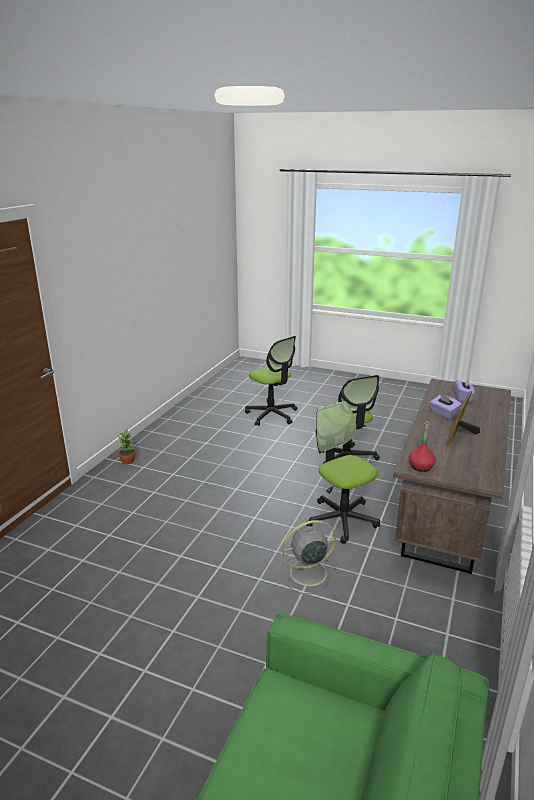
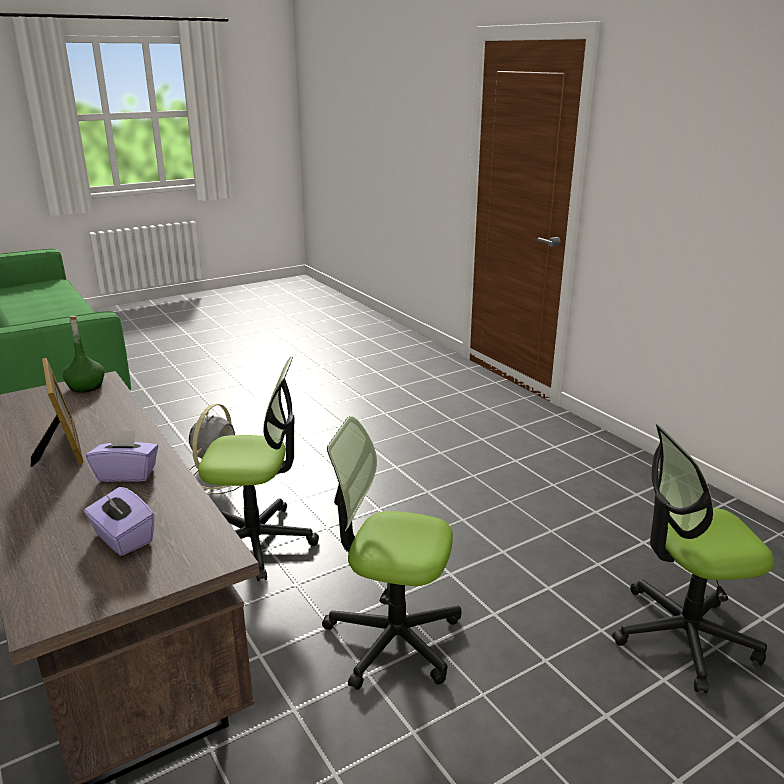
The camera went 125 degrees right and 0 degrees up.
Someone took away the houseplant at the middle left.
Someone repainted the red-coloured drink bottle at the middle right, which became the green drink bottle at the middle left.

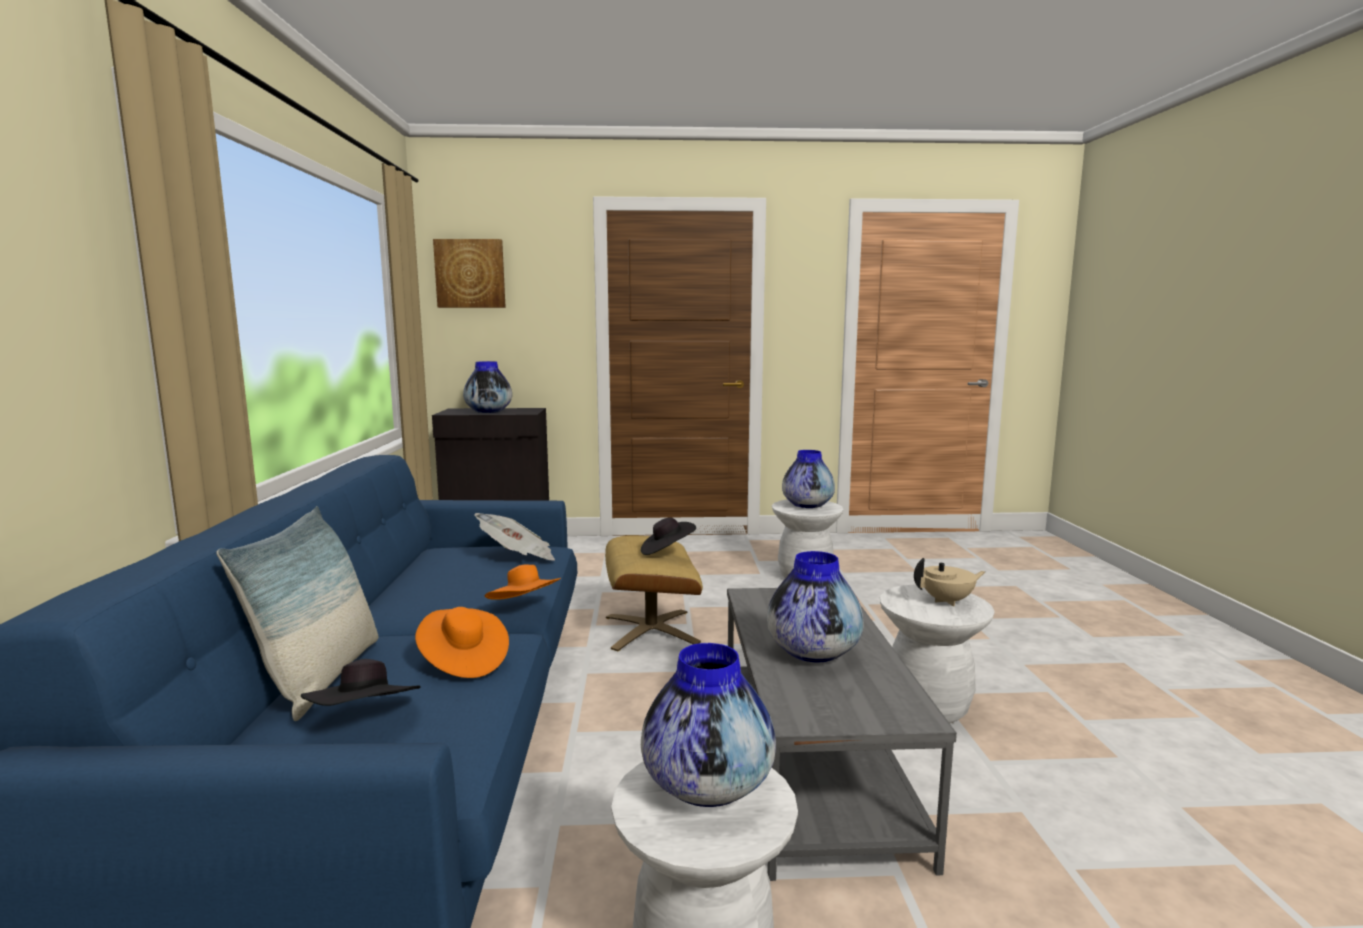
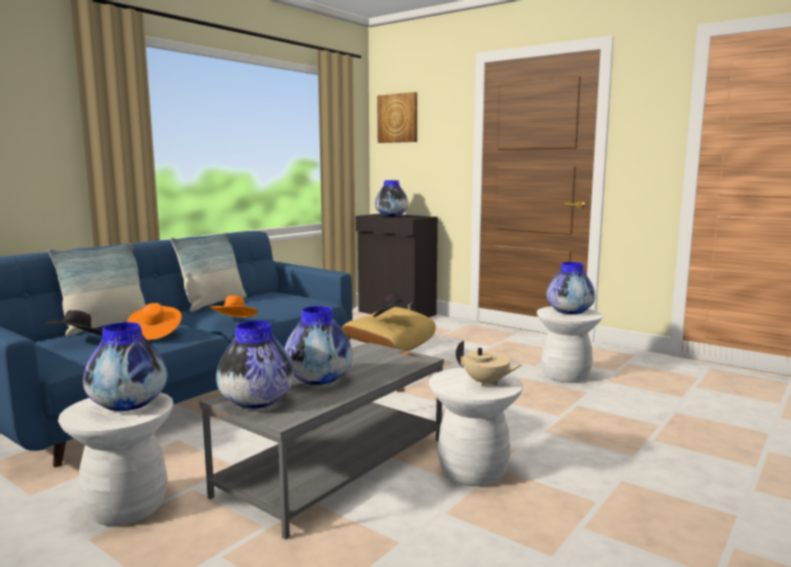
The camera went 40 degrees right and 0 degrees up.
Someone took away the printed paper at the centre.
Someone put down the pillow (2nd from left) at the middle left.
Someone put down the decorative vase (2nd from left) at the middle left.

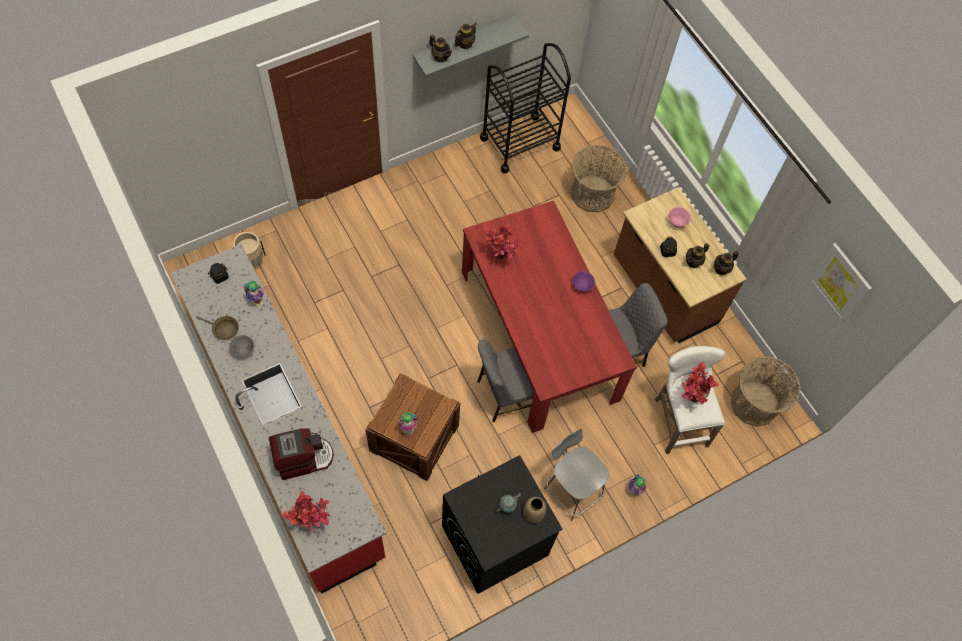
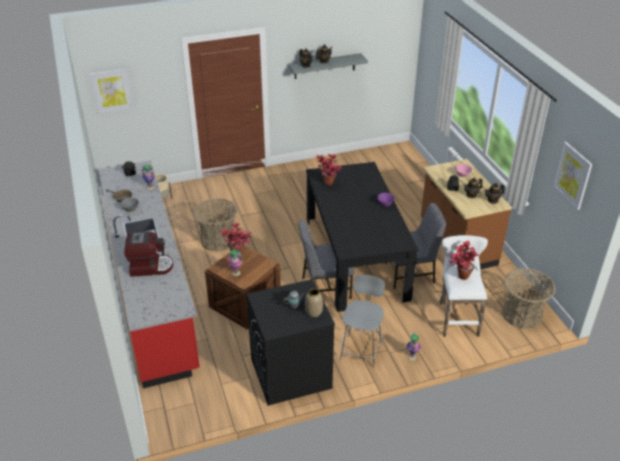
The camera went 15 degrees right and 25 degrees down.
Someone took away the blackish wheeled cart at the top centre.
Someone put up the wall picture (1st from left) at the top left.
Someone carried the houseplant (1st from left) from the bottom left to the centre.
Someone carried the household basket (1st from left) from the top centre to the centre.
Someone repainted the red-coloured dinner table at the centre, which became the blackish dinner table at the centre.
Someone rotated the gray plain chair (2nd from left) at the bottom centre by 45 degrees clockwise.

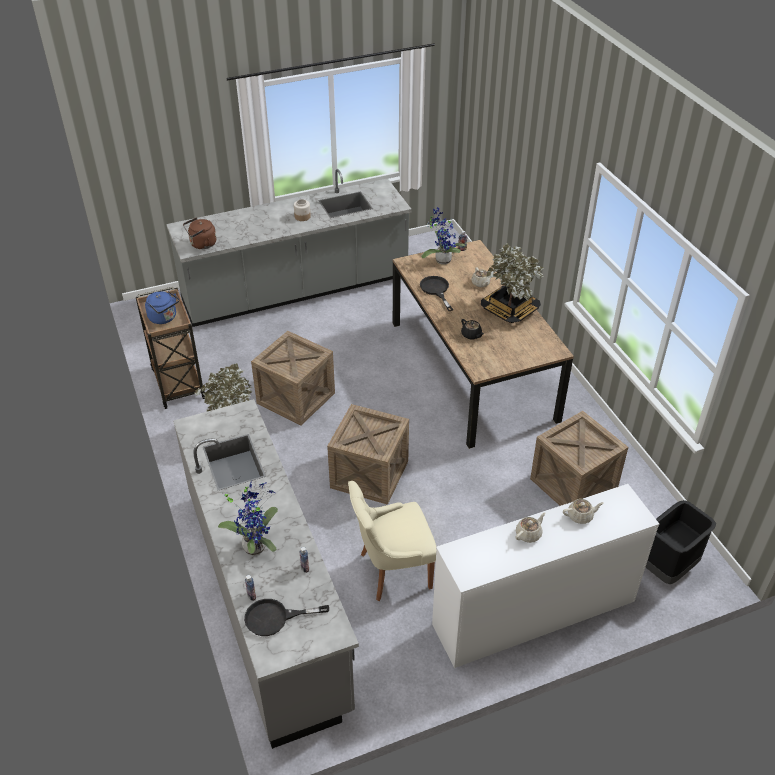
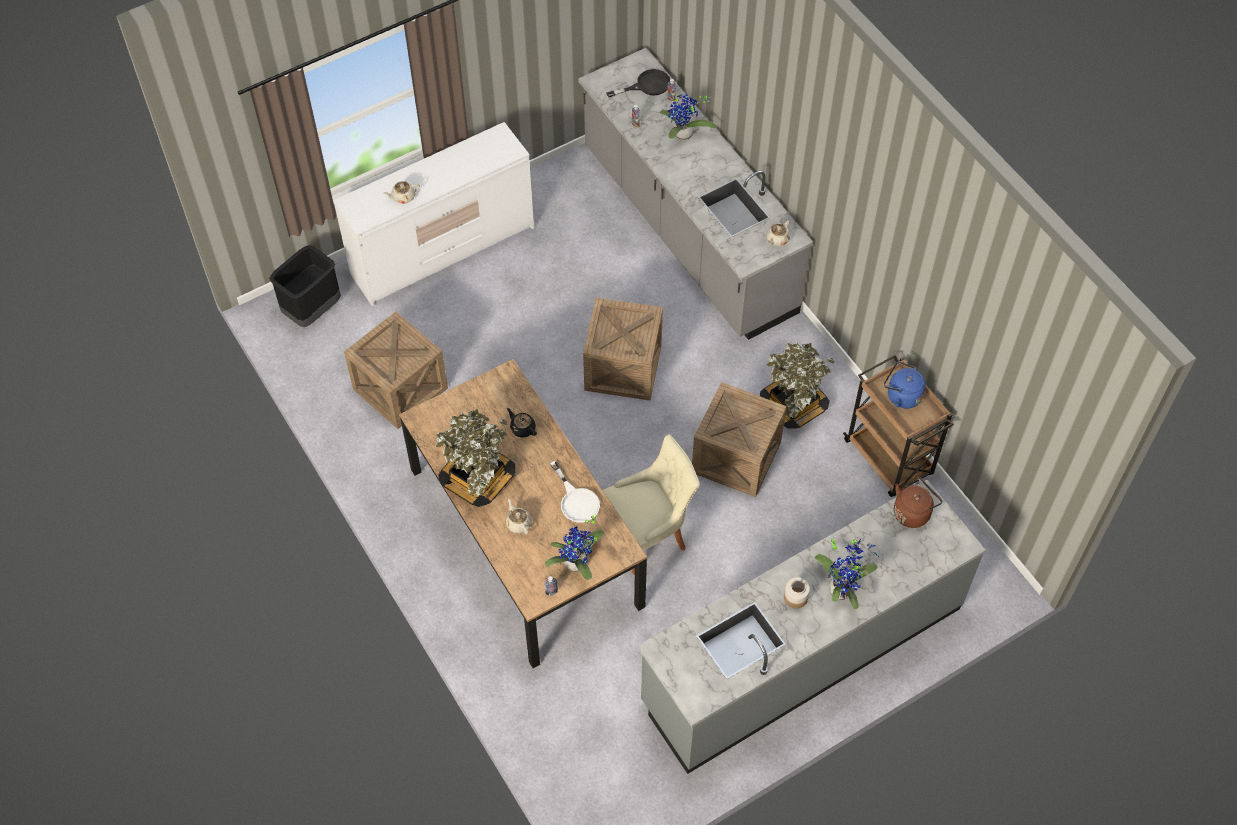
The camera went 170 degrees right and 15 degrees up.
Someone put down the houseplant (5th from left) at the bottom right.
Someone carried the sand-coloured plain chair from the bottom centre to the centre.
Someone carried the sand-coloured pot for tea (2nd from left in the first image) from the bottom right to the top centre.
Someone repainted the blackish pan (2nd from left) at the centre, which became the white pan at the centre.

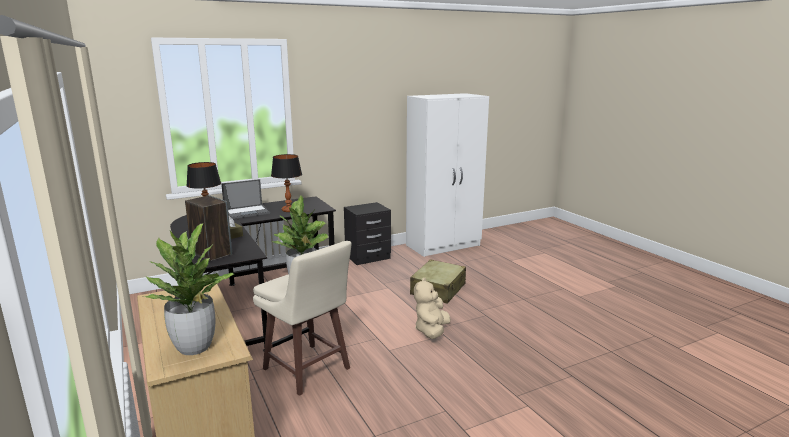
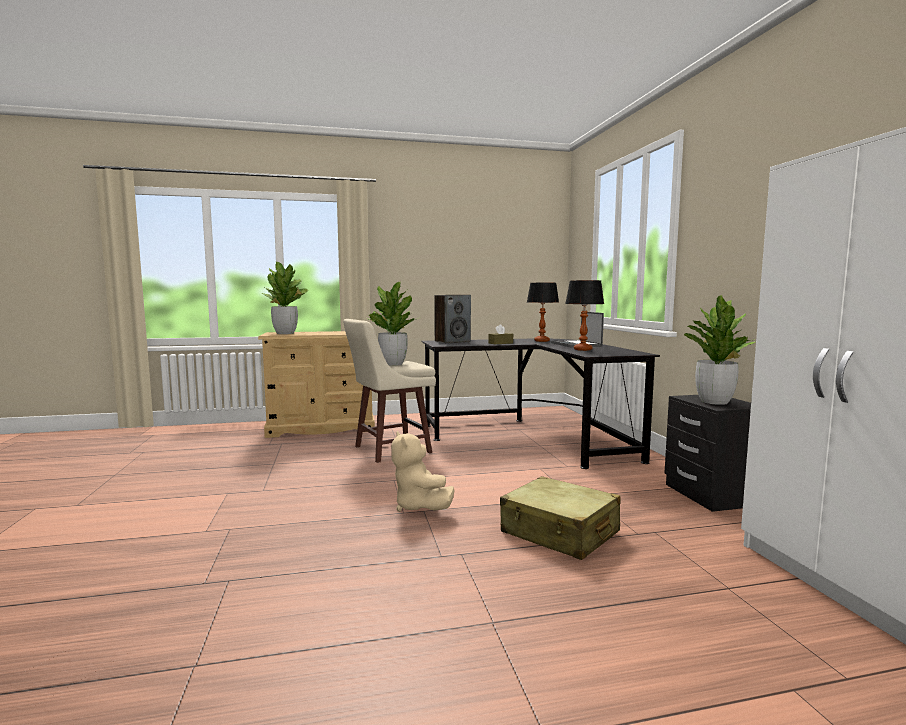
The camera went 105 degrees right and 10 degrees down.
Someone put down the houseplant (3rd from left) at the middle right.
Someone rotated the sand-coloured cuddly toy at the bottom centre by 150 degrees counterclockwise.

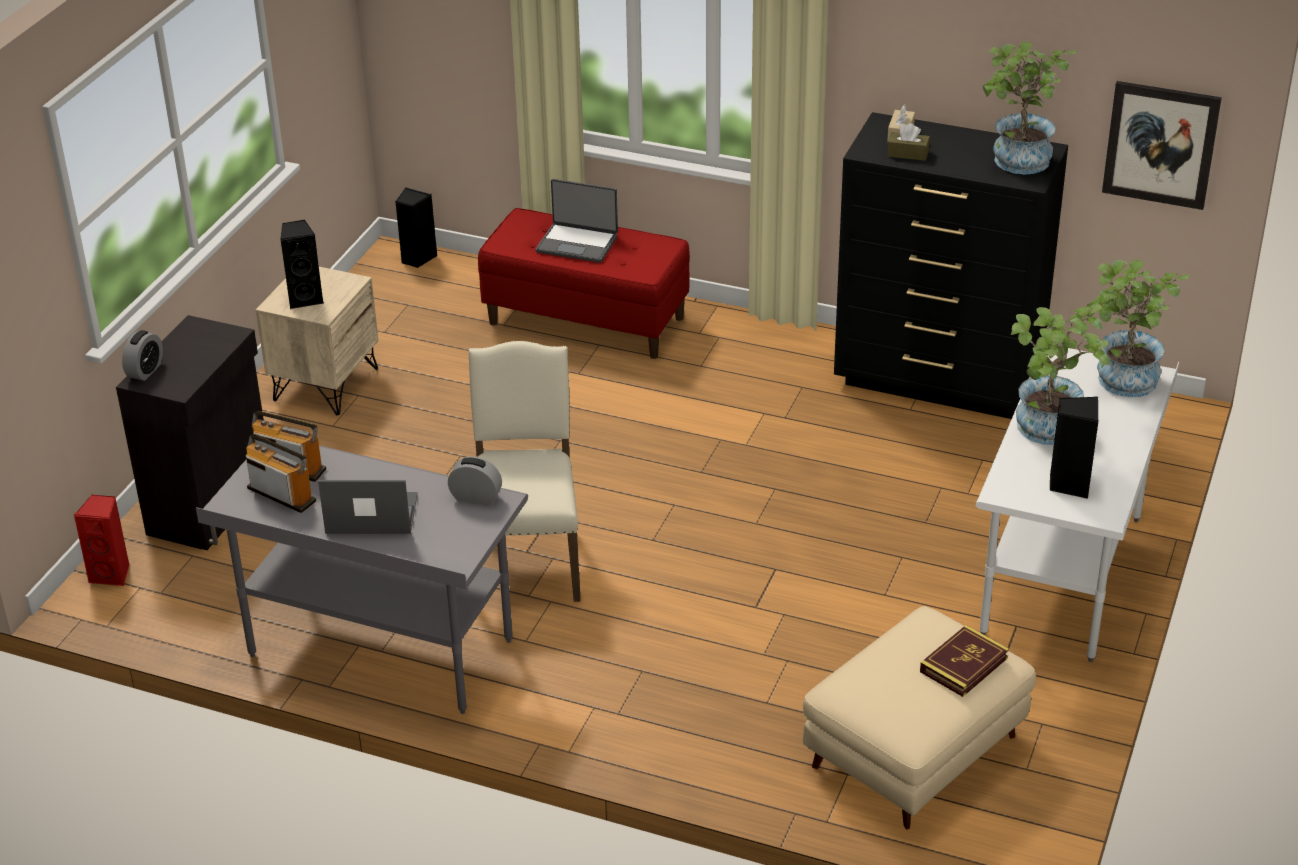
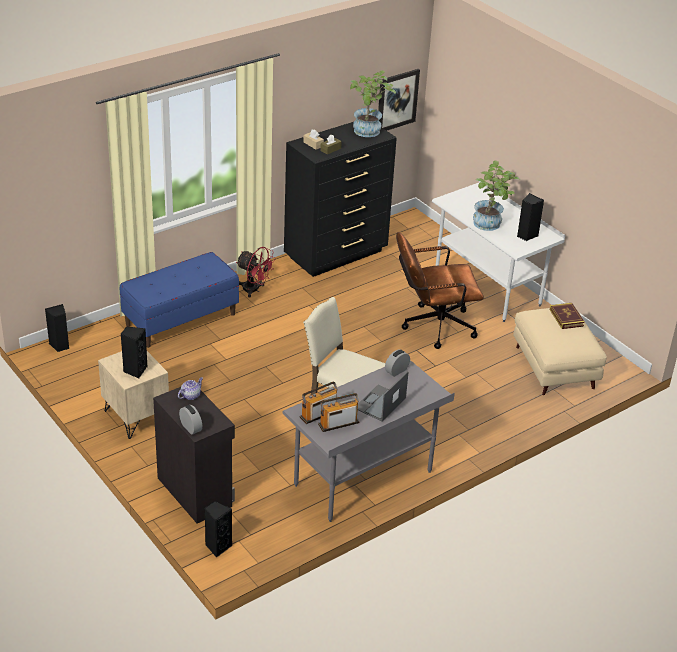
The camera went 60 degrees left and 0 degrees up.
Someone took away the laptop (2nd from left) at the top centre.
Someone took away the houseplant (3rd from left) at the middle right.
Someone put down the pot for tea at the middle left.
Someone put down the red-coloured electric fan at the centre.
Someone put down the brown-coloured office chair at the centre.
Someone repainted the red-coloured audio speaker at the middle left, which became the blackish audio speaker (3rd from left) at the bottom left.
Someone repainted the red-coloured bench at the top centre, which became the blue-coloured bench at the middle left.

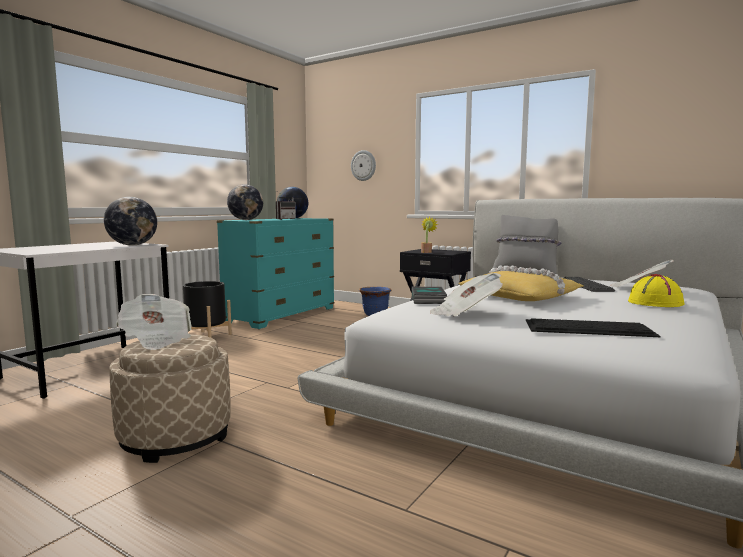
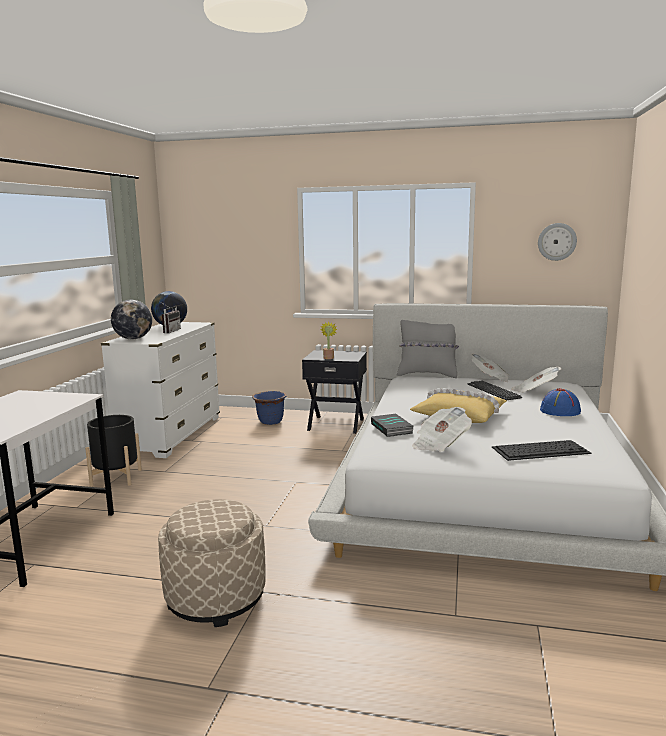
The camera went 20 degrees left and 5 degrees up.
Someone took away the desk globe (1st from left) at the middle left.
Someone carried the printed paper (1st from left in the first image) from the middle left to the middle right.
Someone carried the wall clock from the top centre to the top right.
Someone repainted the turquoise dresser at the centre, which became the white dresser at the middle left.
Someone repainted the yellowish hat at the middle right, which became the blue-coloured hat at the middle right.

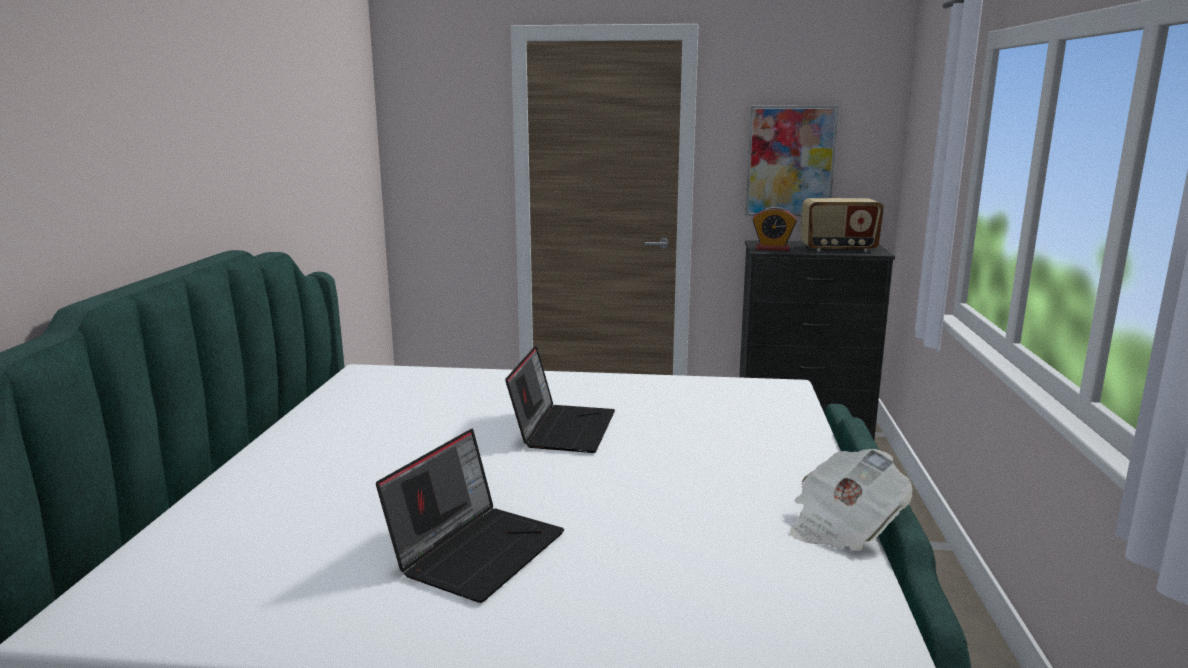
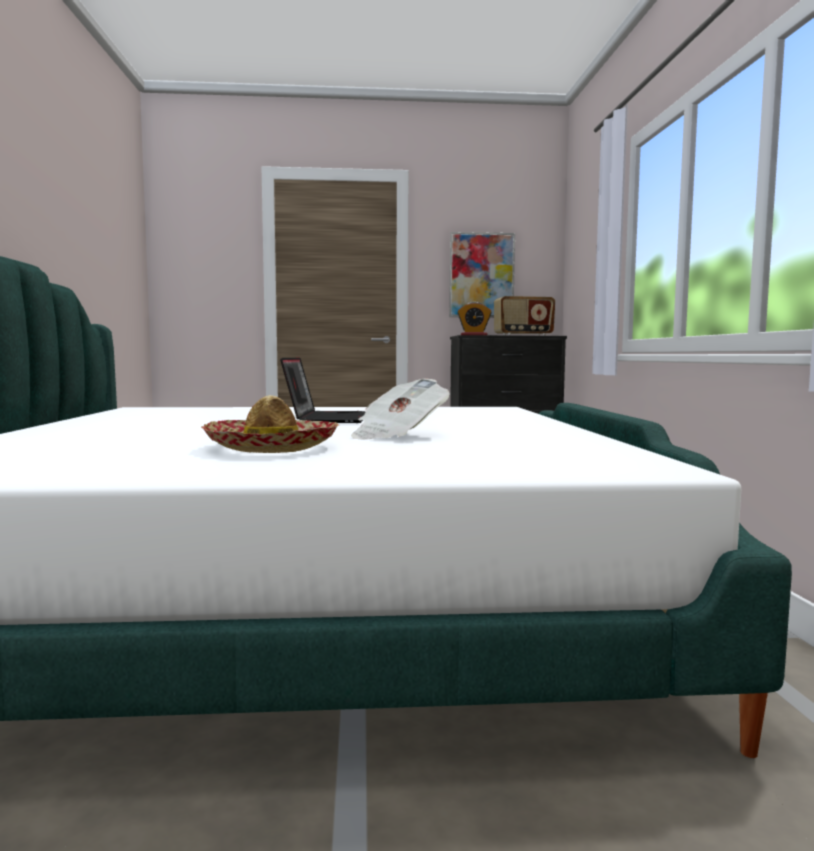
The camera went 10 degrees left and 10 degrees down.
Someone carried the printed paper from the bottom right to the centre.
Someone swapped the laptop (1st from left) at the bottom centre for the hat at the middle left.

